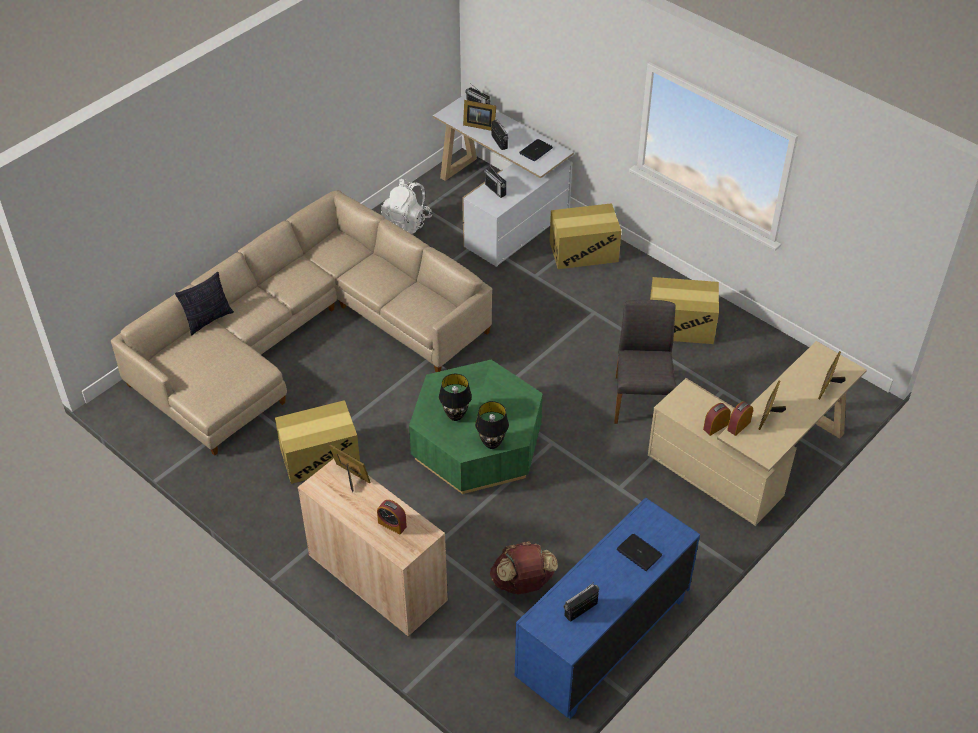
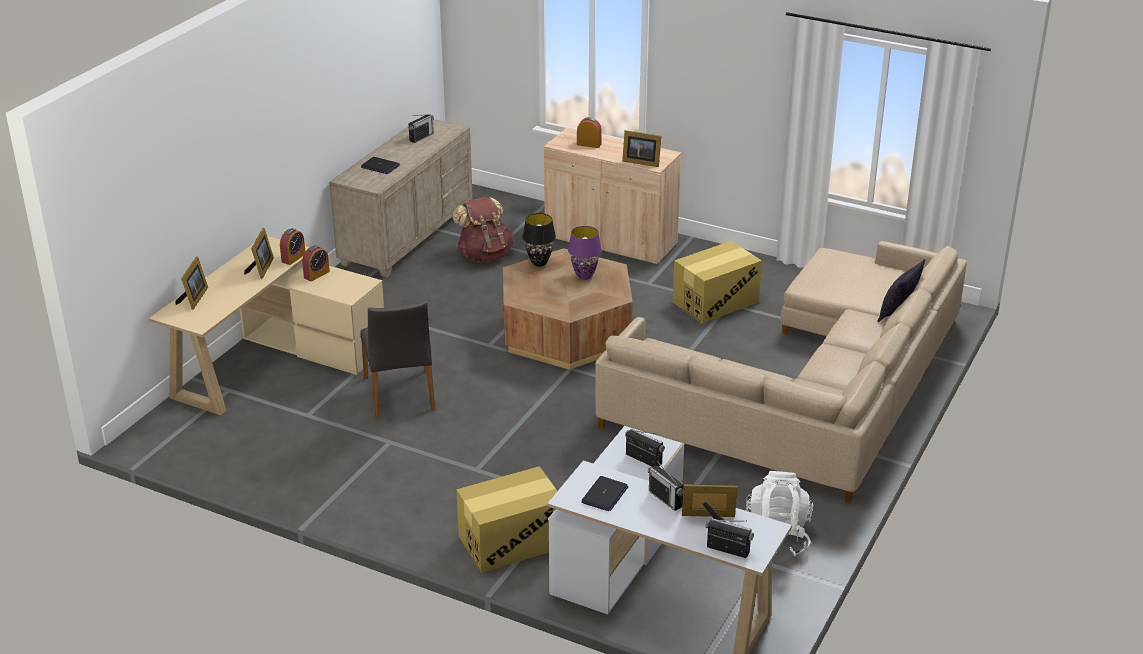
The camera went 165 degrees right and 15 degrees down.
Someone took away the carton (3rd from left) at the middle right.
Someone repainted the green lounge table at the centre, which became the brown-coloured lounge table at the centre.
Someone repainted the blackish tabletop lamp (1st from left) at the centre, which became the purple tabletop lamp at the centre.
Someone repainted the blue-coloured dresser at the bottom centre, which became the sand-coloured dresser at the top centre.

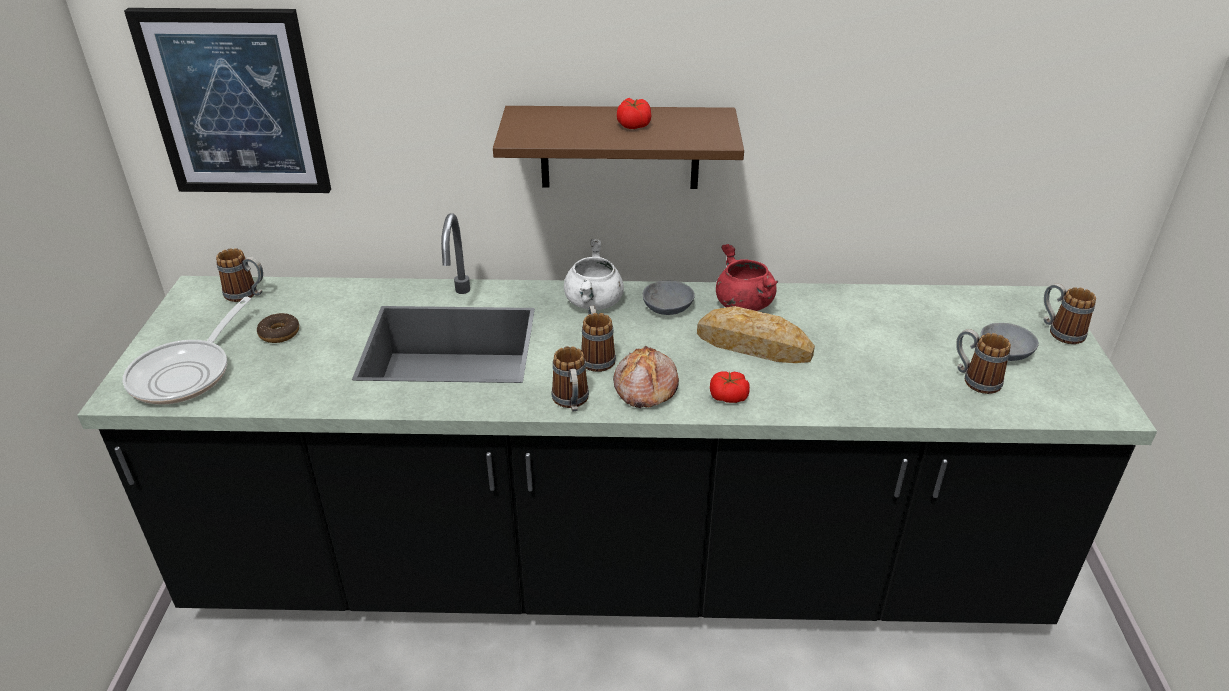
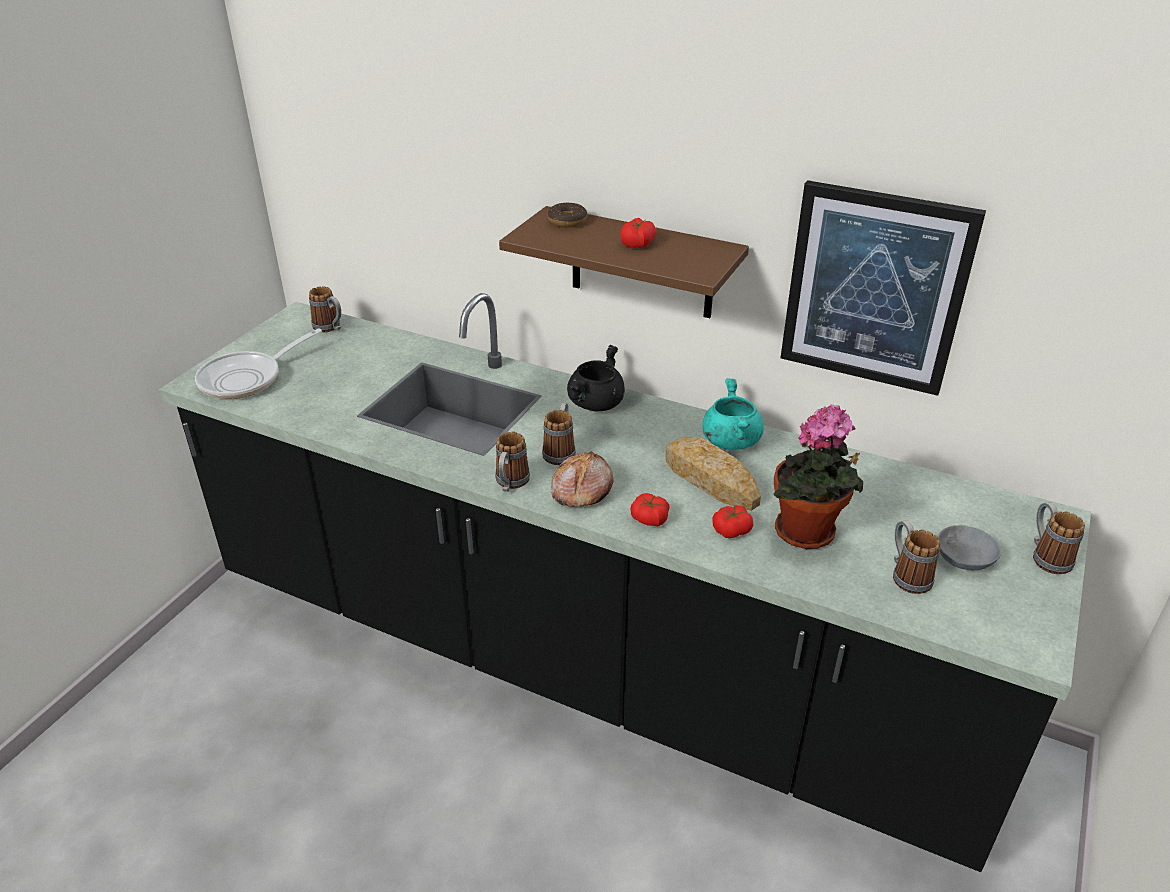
The camera went 25 degrees right and 0 degrees up.
Someone took away the gray deep dish (1st from left) at the centre.
Someone put down the whole tomato (3rd from left) at the centre.
Someone put down the houseplant at the middle right.
Someone carried the wall picture from the top left to the top right.
Someone carried the ring doughnut from the middle left to the top centre.
Someone repainted the white stockpot at the centre, which became the blackish stockpot at the centre.
Someone repainted the red-coloured stockpot at the centre, which became the turquoise stockpot at the centre.

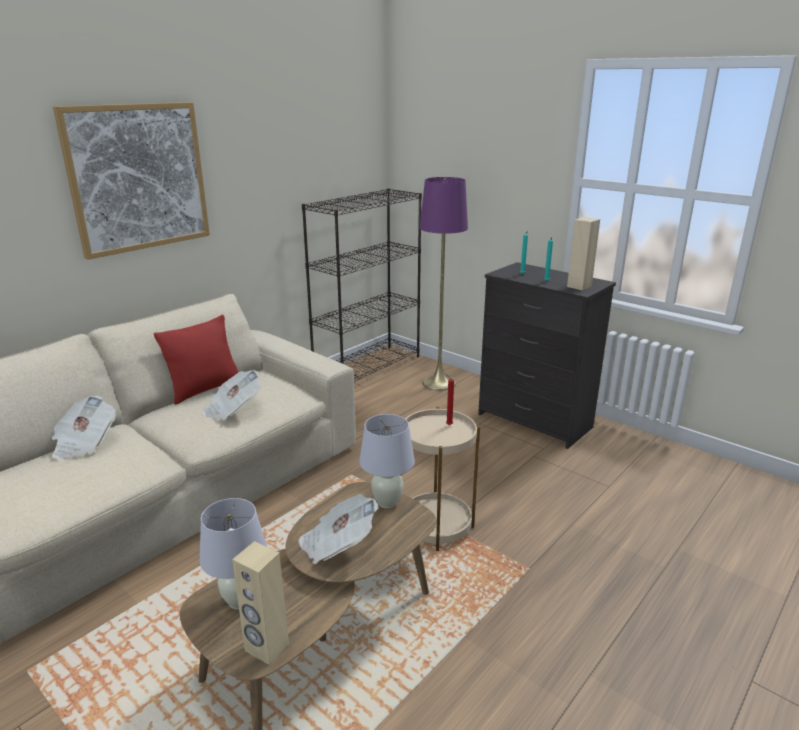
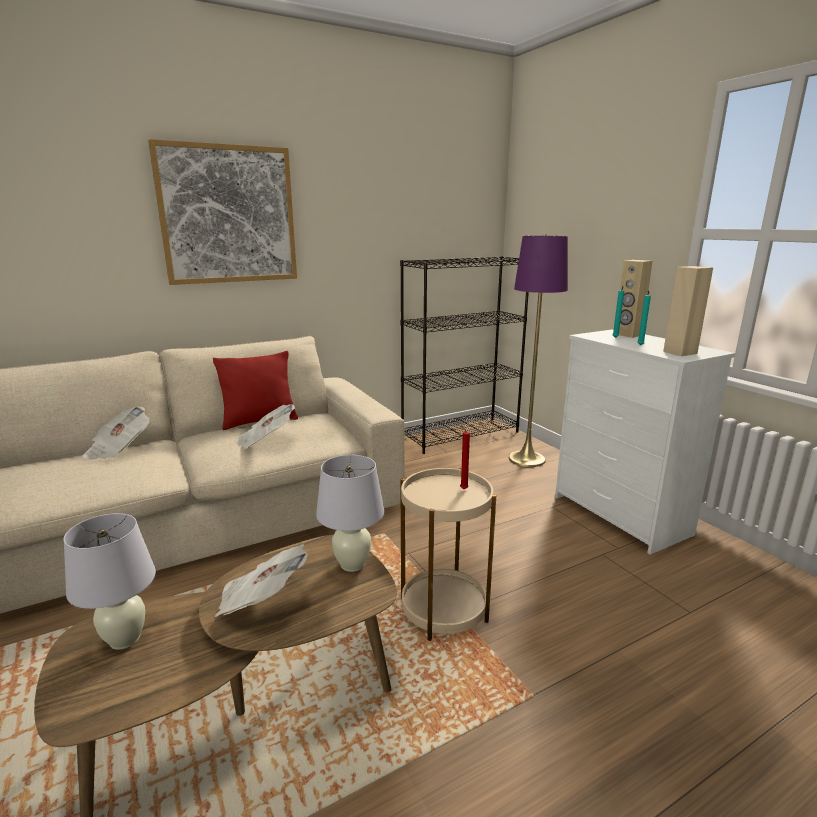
The camera went 20 degrees right and 5 degrees down.
Someone carried the sand-coloured audio speaker (1st from left) from the bottom left to the middle right.
Someone repainted the blackish dresser at the middle right, which became the white dresser at the middle right.

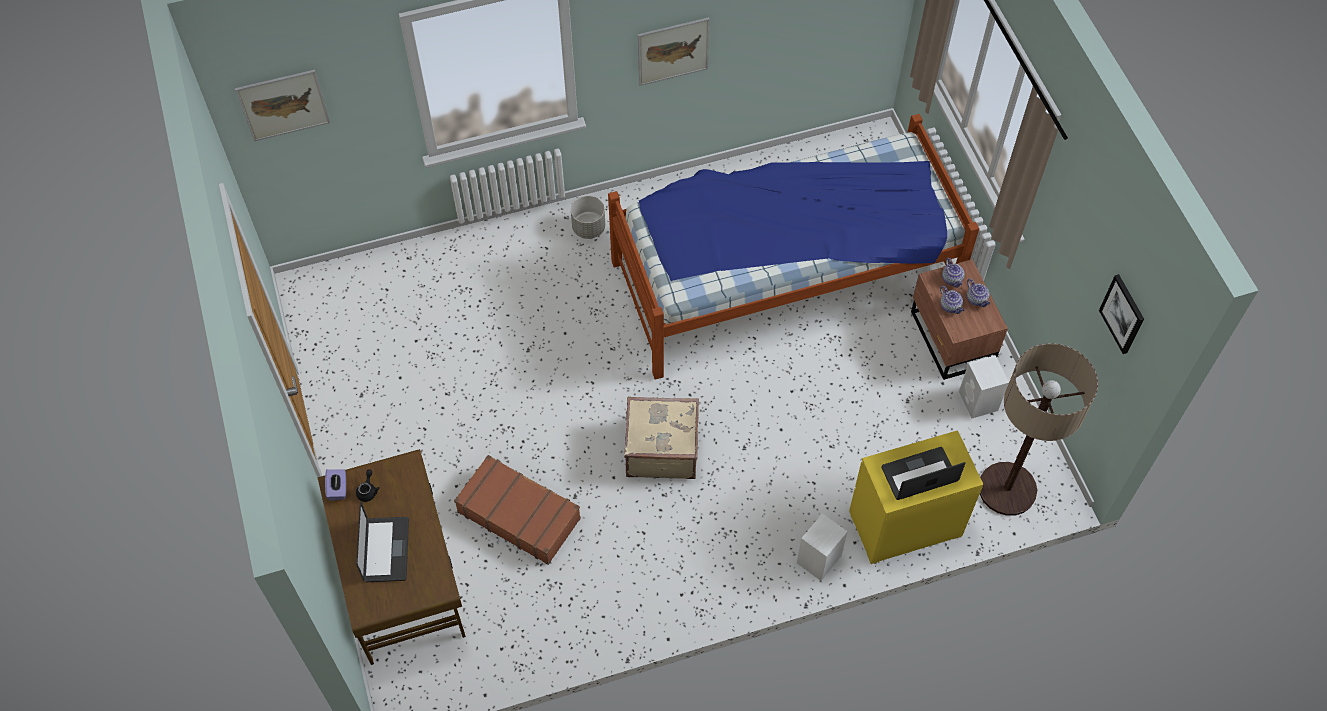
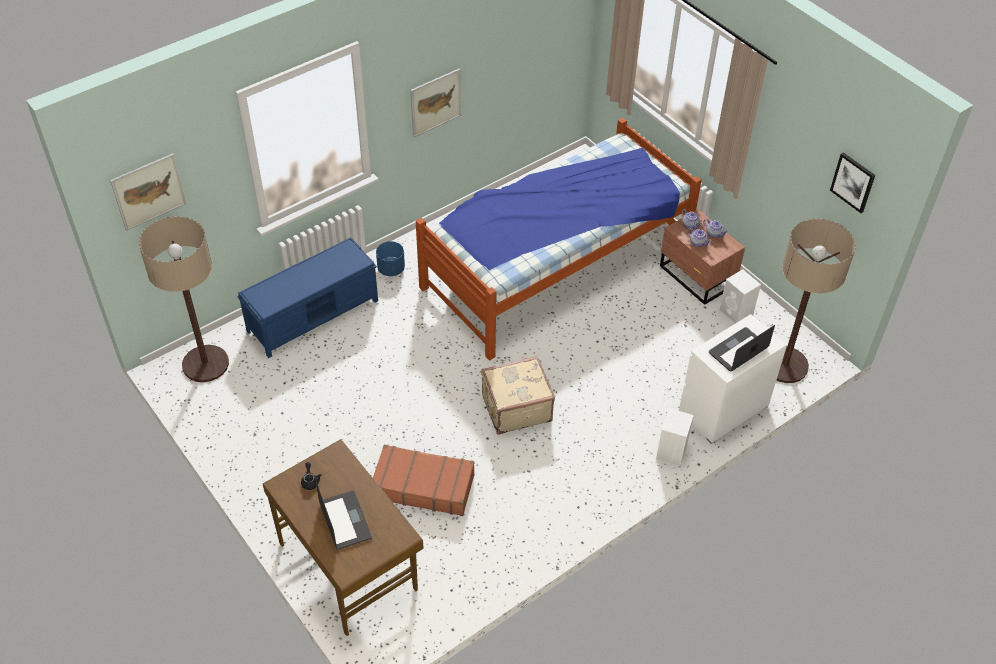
The camera went 20 degrees left and 10 degrees down.
Someone took away the purple tissue box at the bottom left.
Someone put down the floor lamp (1st from left) at the middle left.
Someone put down the blue-coloured bench at the middle left.
Someone repainted the gray plant pot at the top centre, which became the blue-coloured plant pot at the centre.
Someone repainted the yellowish dresser at the bottom right, which became the white dresser at the middle right.

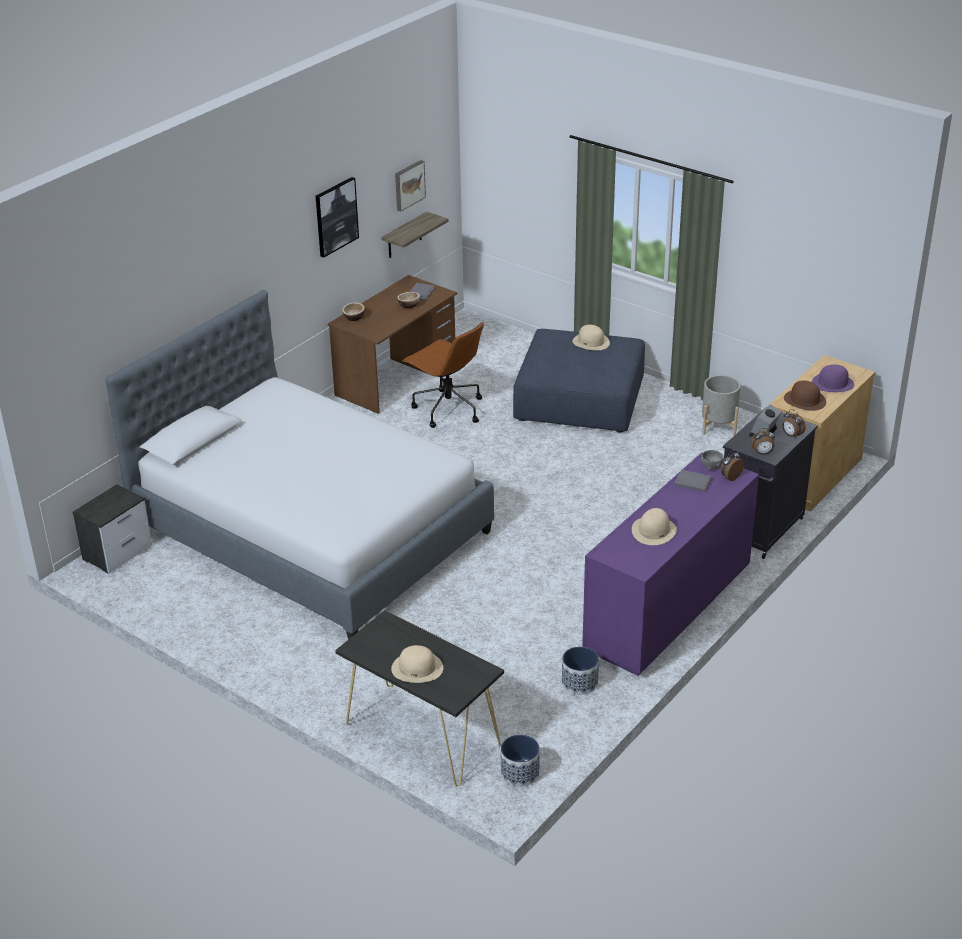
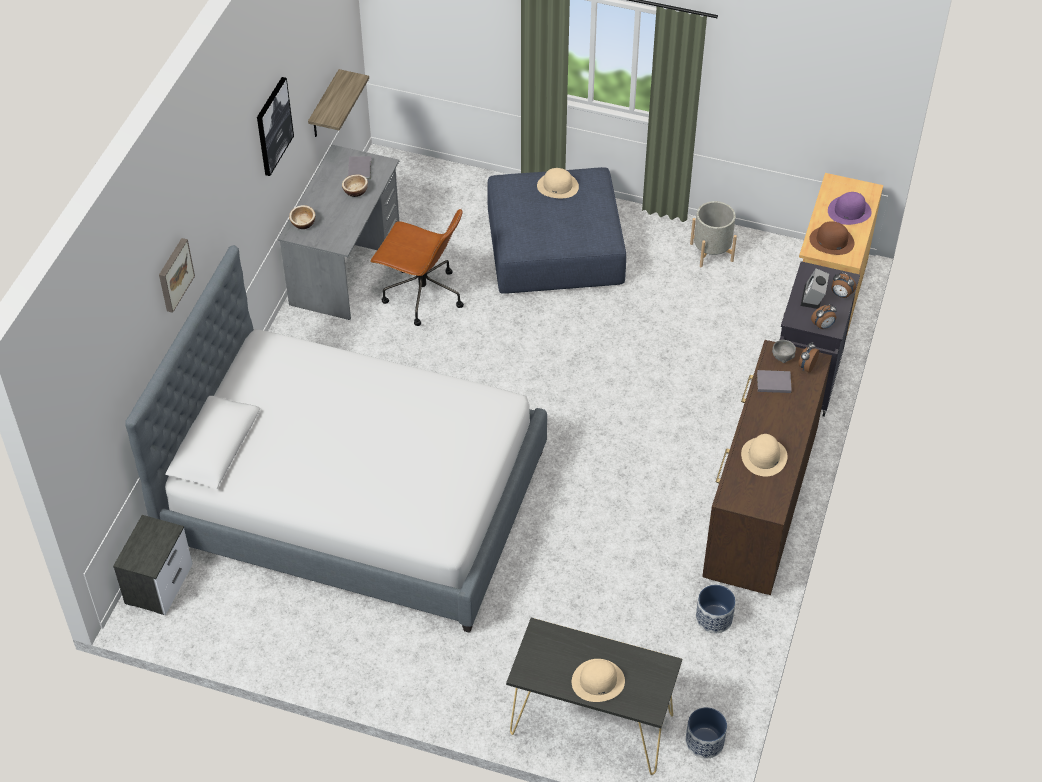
The camera went 20 degrees left and 15 degrees up.
Someone carried the wall picture (2nd from left in the first image) from the top centre to the middle left.
Someone repainted the brown-coloured desk table at the centre, which became the gray desk table at the top left.
Someone repainted the purple dresser at the middle right, which became the brown-coloured dresser at the middle right.

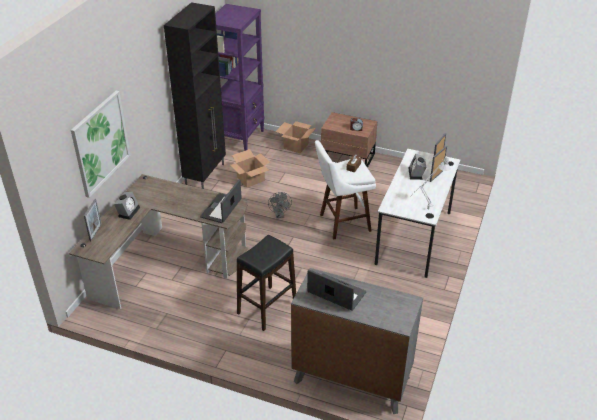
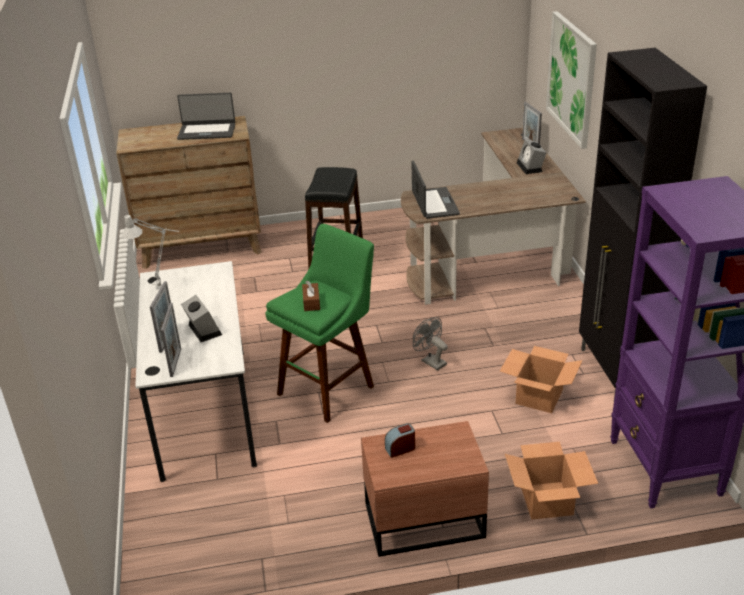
The camera went 150 degrees right and 5 degrees down.
Someone repainted the gray dresser at the bottom centre, which became the brown-coloured dresser at the top left.
Someone repainted the white stool at the centre, which became the green stool at the centre.

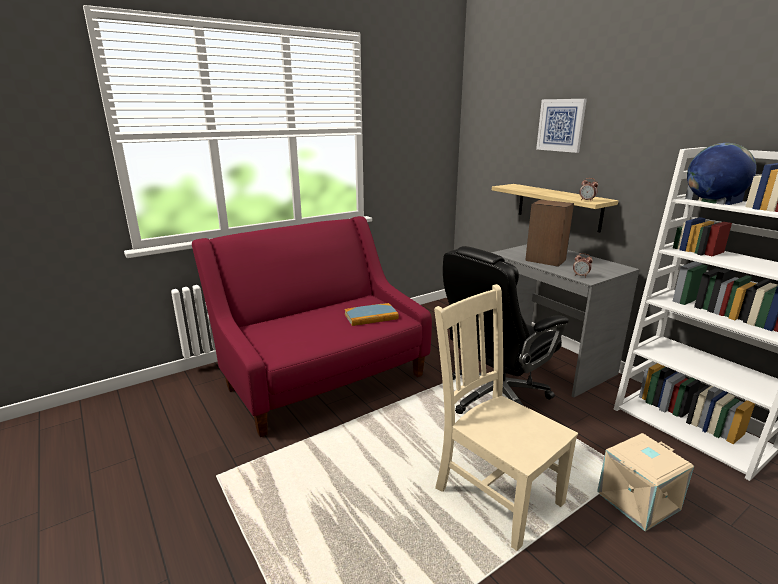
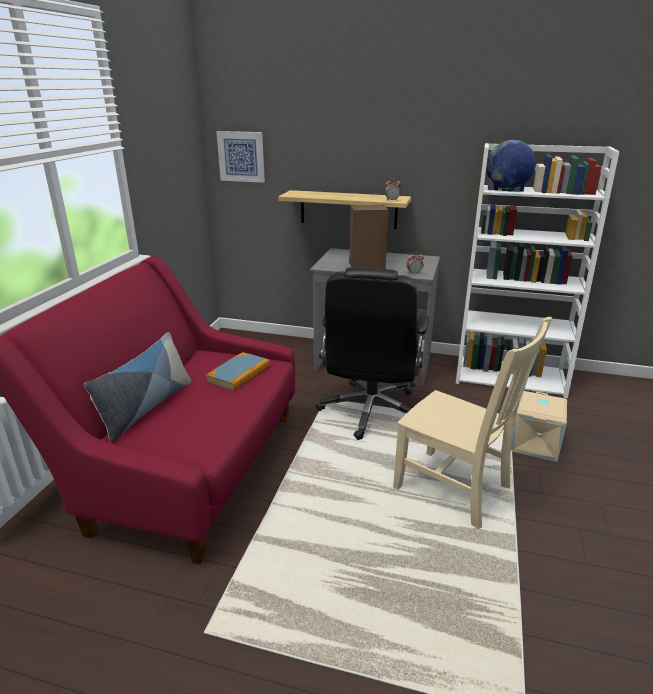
The camera went 40 degrees left and 5 degrees up.
Someone put down the pillow at the middle left.
Someone carried the wall picture from the top right to the top centre.
Someone rotated the sand-coloured plain chair at the bottom centre by 150 degrees counterclockwise.

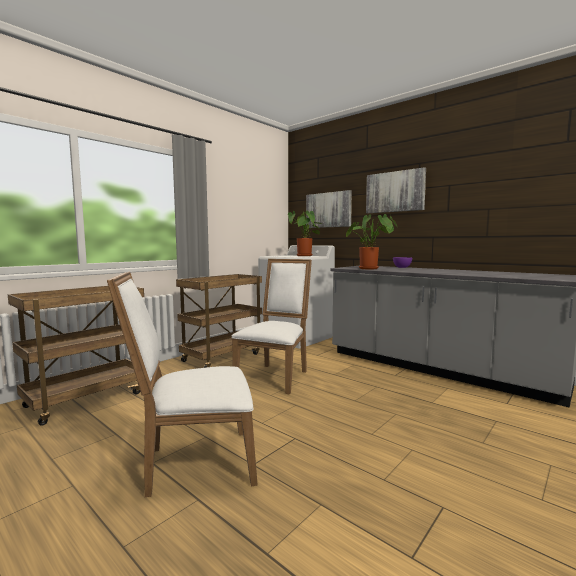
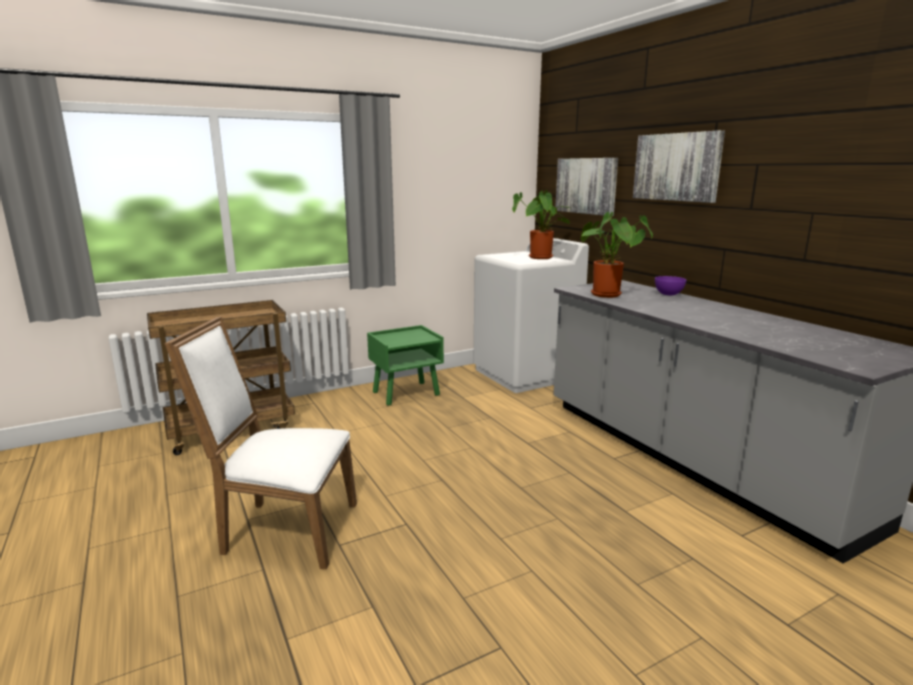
The camera went 20 degrees right and 10 degrees up.
Someone took away the white plain chair (2nd from left) at the centre.
Someone swapped the brown-coloured wheeled cart (2nd from left) at the centre for the green bedside table at the centre.

